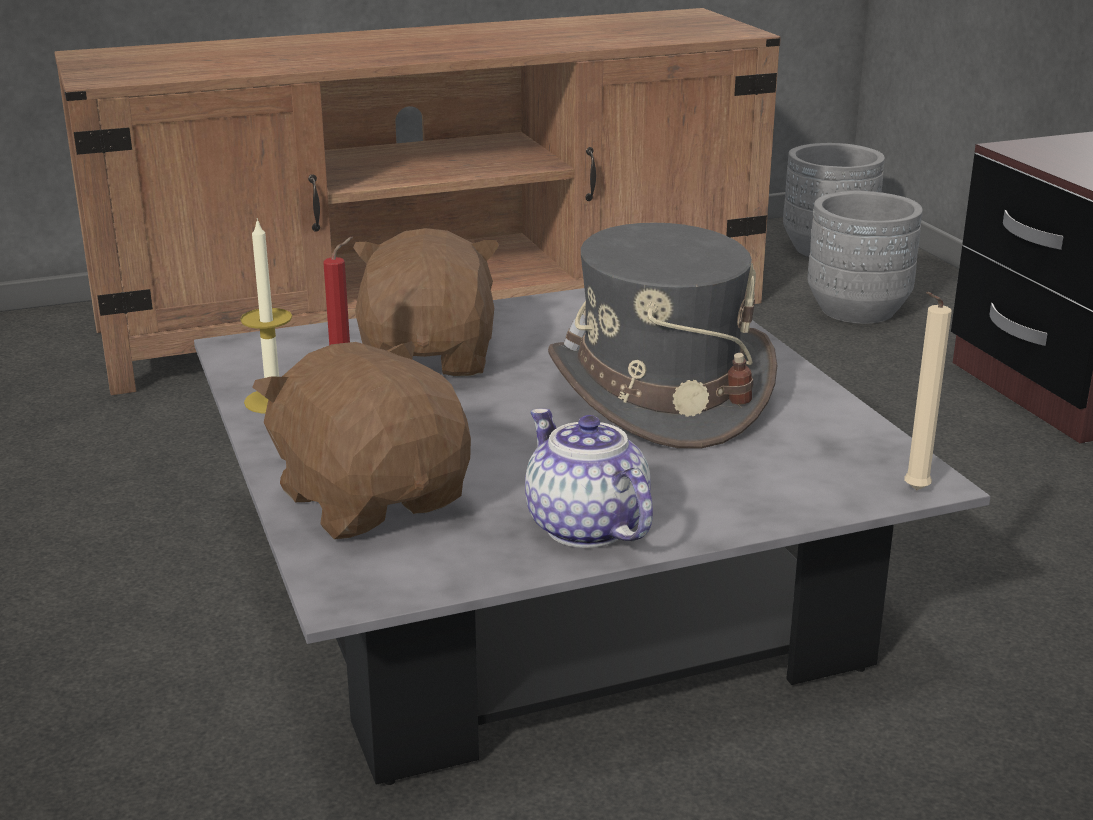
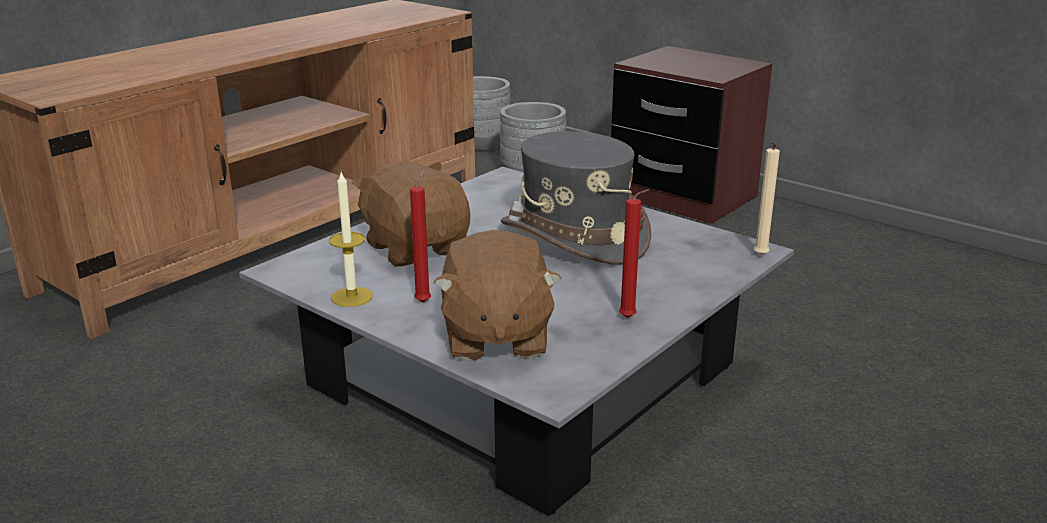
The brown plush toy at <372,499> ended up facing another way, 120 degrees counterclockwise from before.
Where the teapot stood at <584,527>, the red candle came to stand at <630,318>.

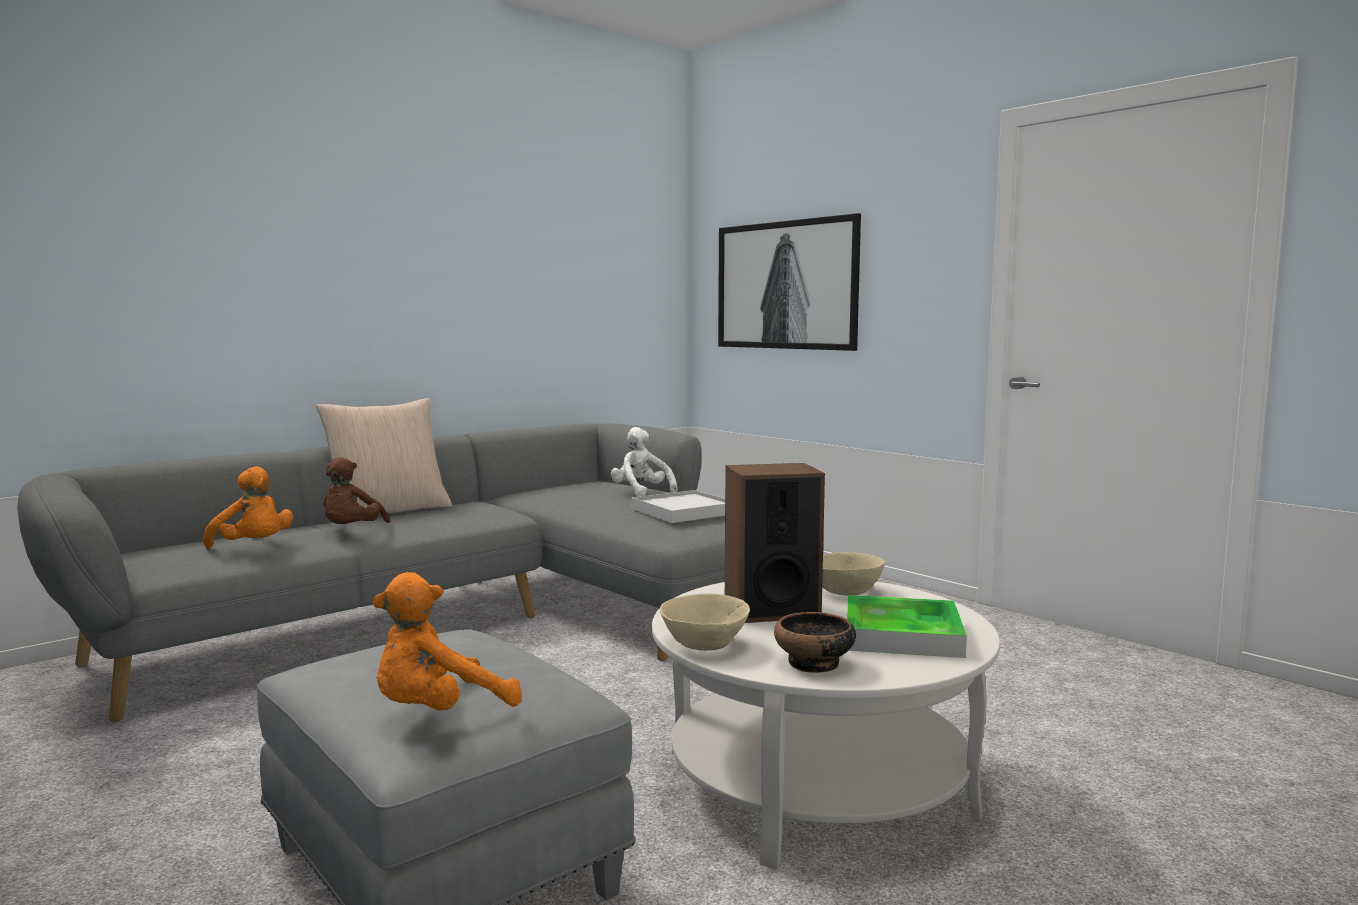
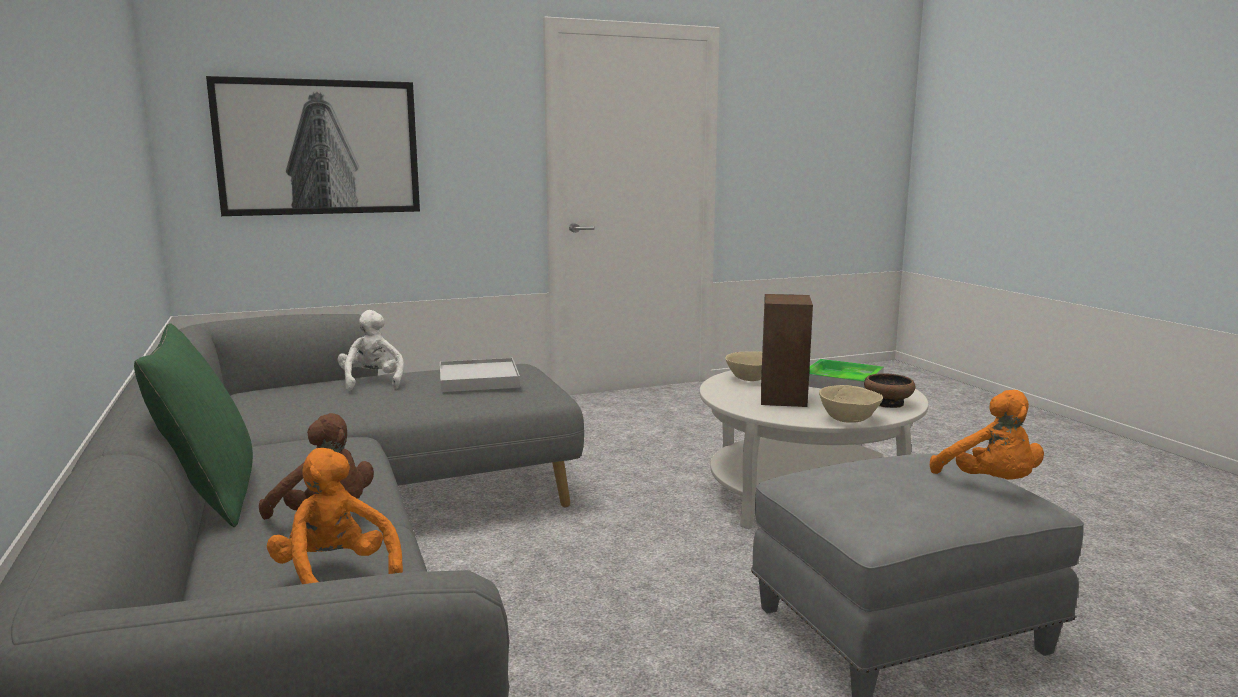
The orange plush toy at <253,547> ended up facing another way, 90 degrees counterclockwise from before.
What was the beige pillow at <388,512> turned into the green pillow at <211,496>.
The white plush toy at <641,493> ended up facing another way, 90 degrees clockwise from before.

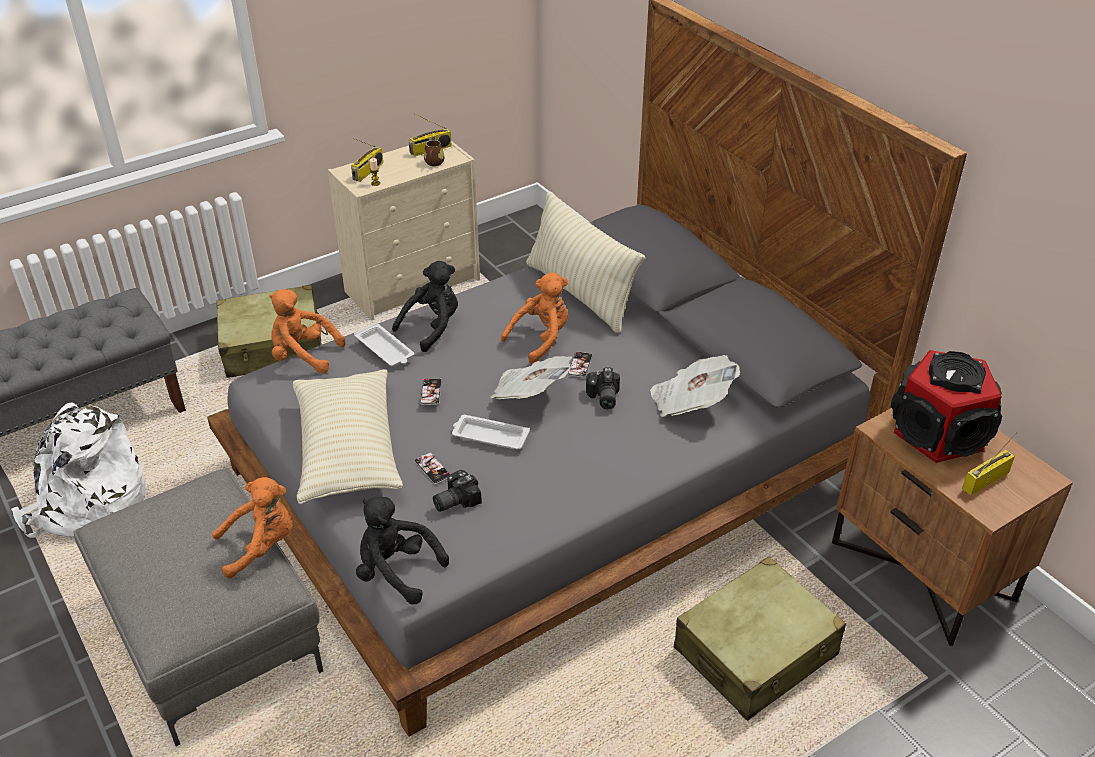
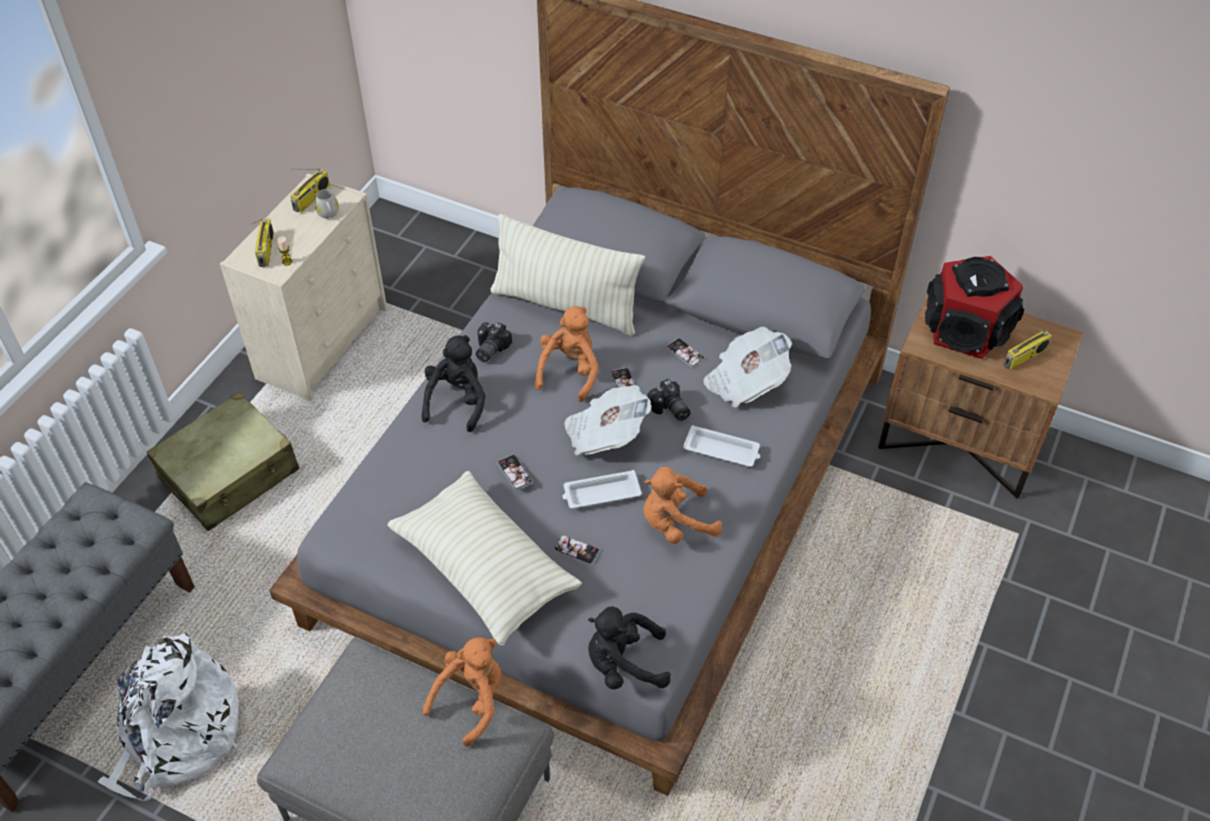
The orange plush toy ended up elsewhere, having gone from <303,355> to <675,523>.
The white tray ended up elsewhere, having gone from <385,349> to <722,450>.
What was the brown mug at <434,163> turned into the white mug at <329,214>.
The photo camera ended up elsewhere, having gone from <454,500> to <489,349>.
The second view lost the beige suitcase at <756,652>.
The radio at <985,479> ended up facing another way, 150 degrees counterclockwise from before.
The second view gained the phone at <685,353>.

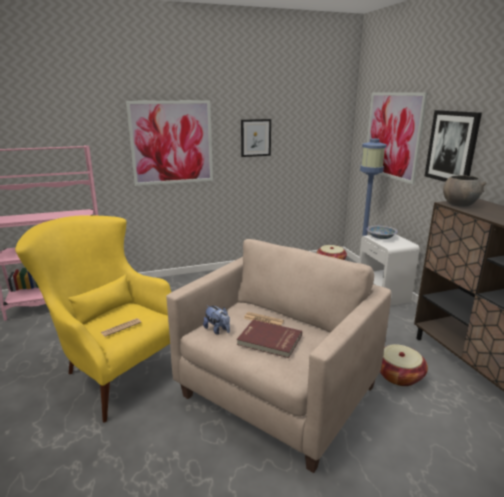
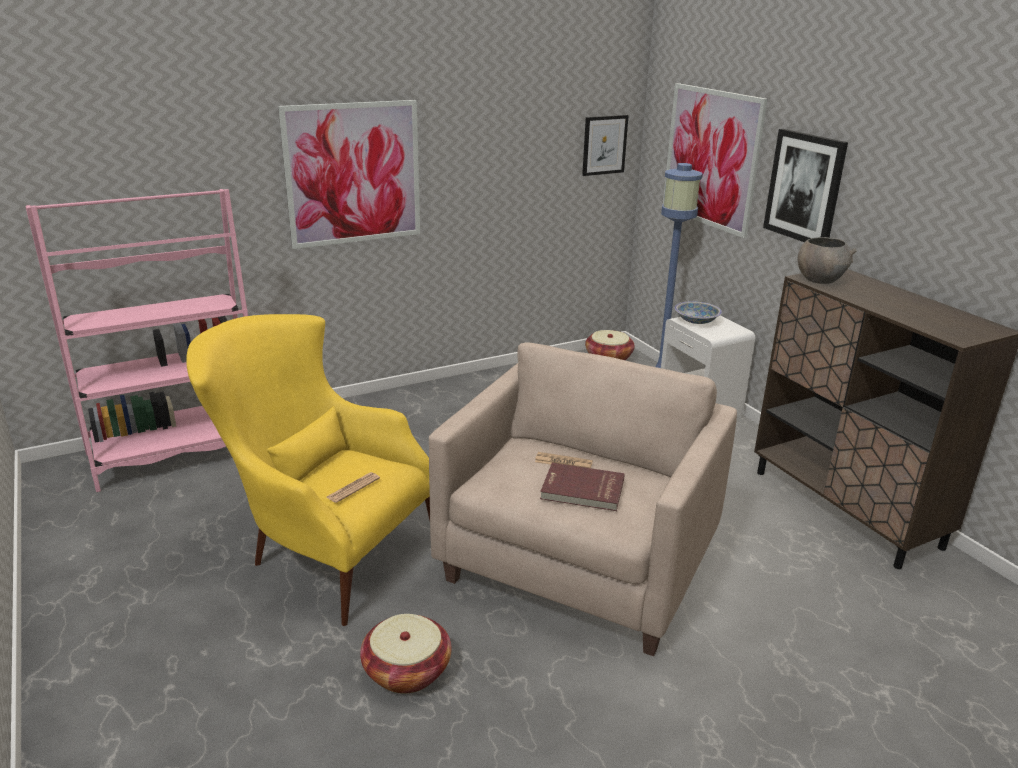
The second view lost the plush toy at <217,330>.
The picture ended up elsewhere, having gone from <255,138> to <604,145>.
The basket ended up elsewhere, having gone from <398,375> to <407,671>.

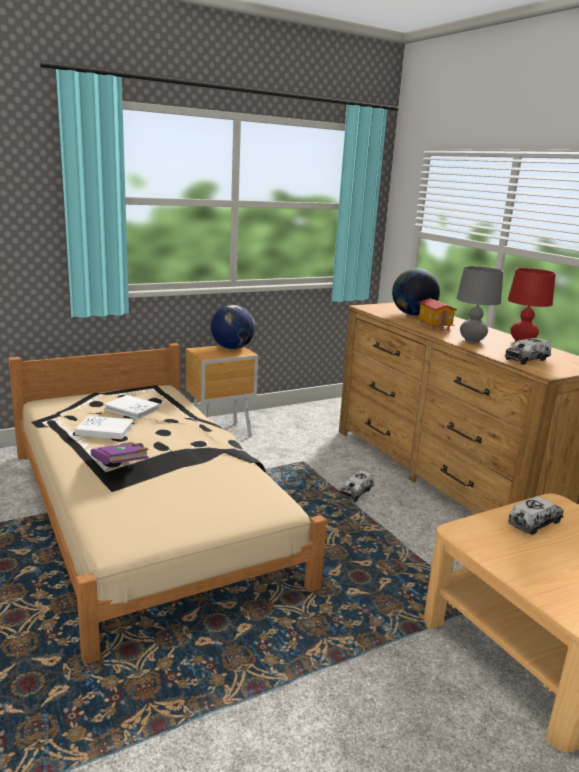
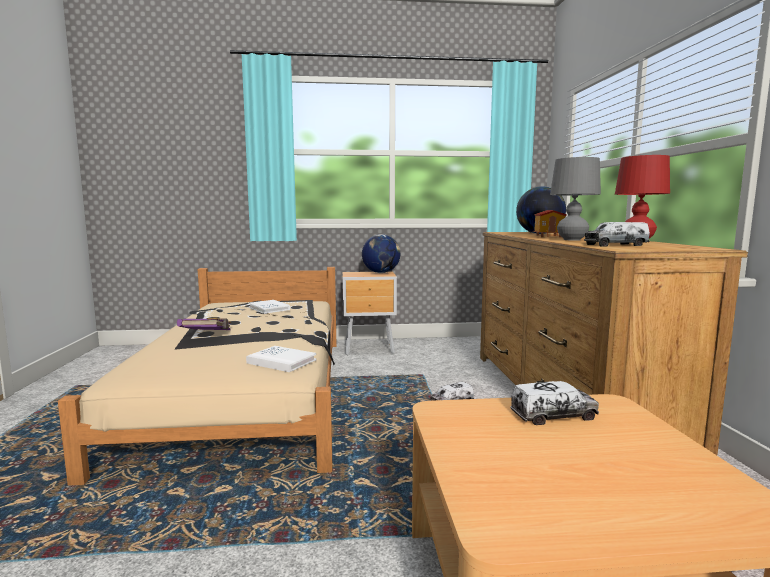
The white book ended up elsewhere, having gone from <104,430> to <281,361>.

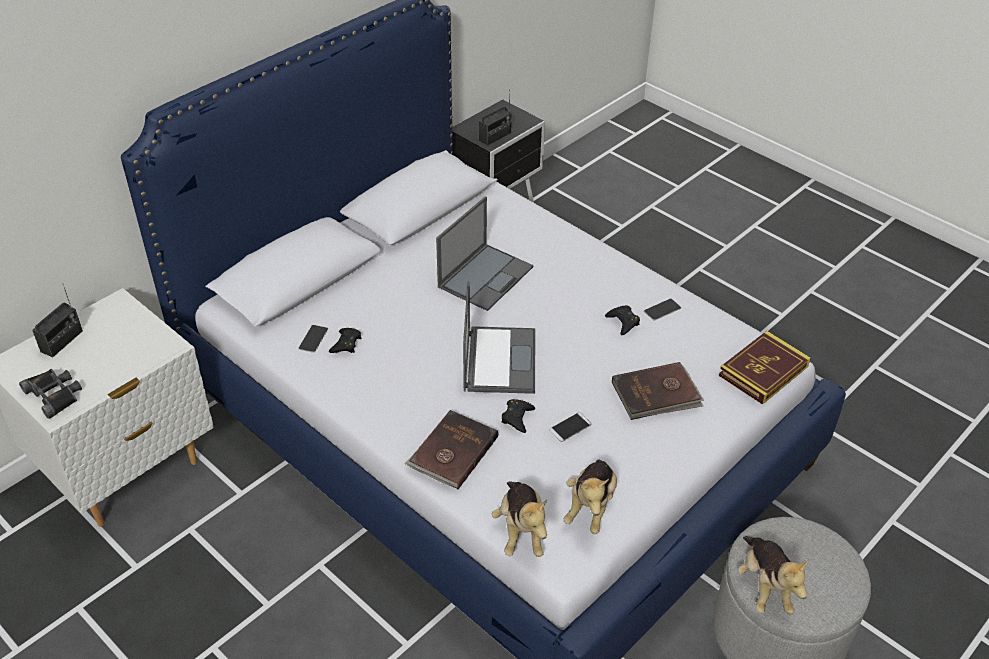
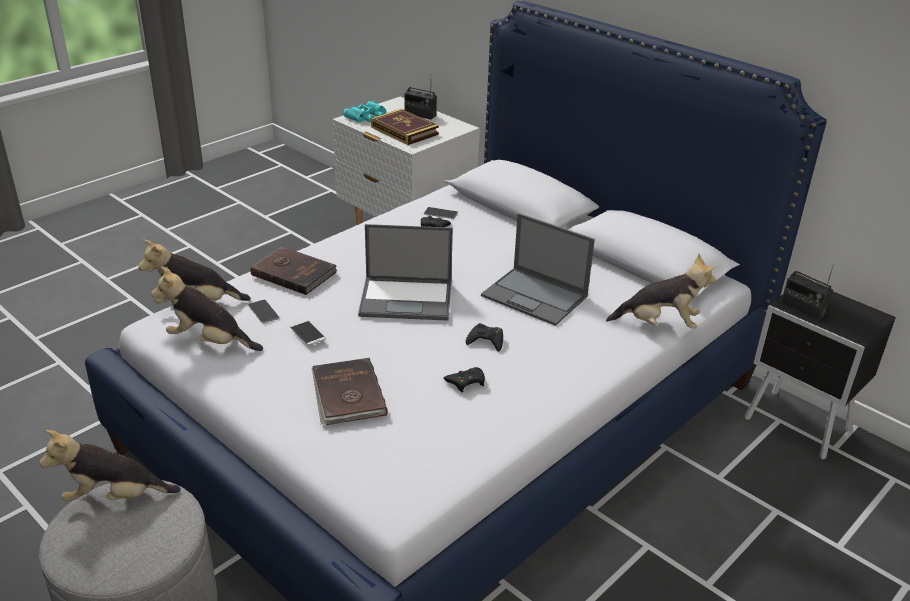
What was the black binoculars at <54,395> turned into the turquoise binoculars at <367,117>.
The black game controller ended up elsewhere, having gone from <517,418> to <486,341>.
The phone ended up elsewhere, having gone from <662,309> to <263,311>.
The book ended up elsewhere, having gone from <763,371> to <404,131>.
The second view gained the plush toy at <659,324>.

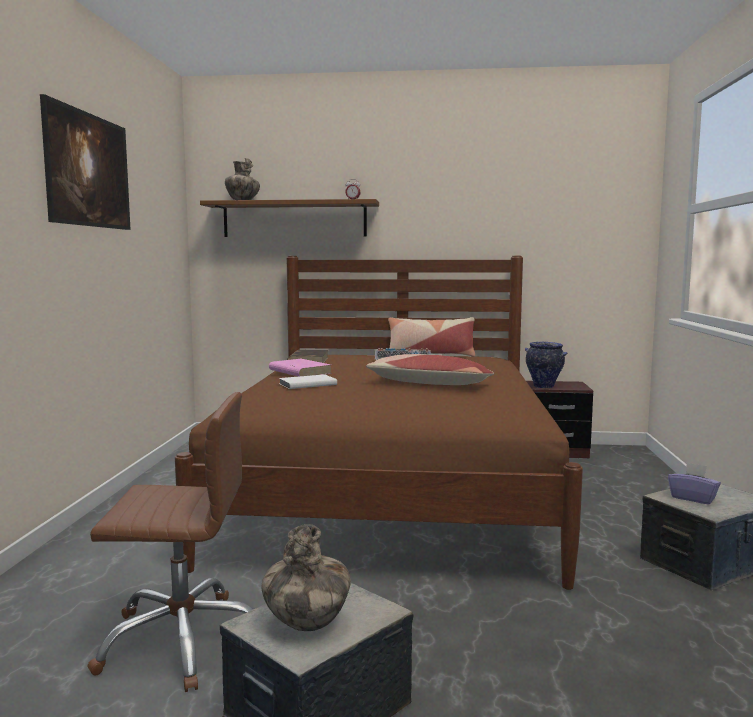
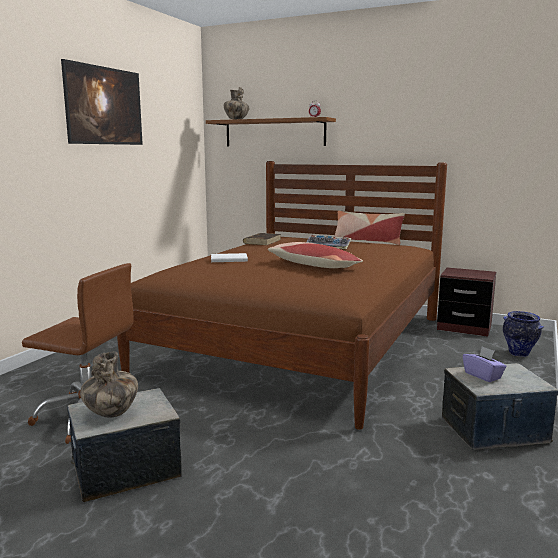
The second view lost the pink book at <299,372>.
The vase ended up elsewhere, having gone from <544,386> to <519,354>.

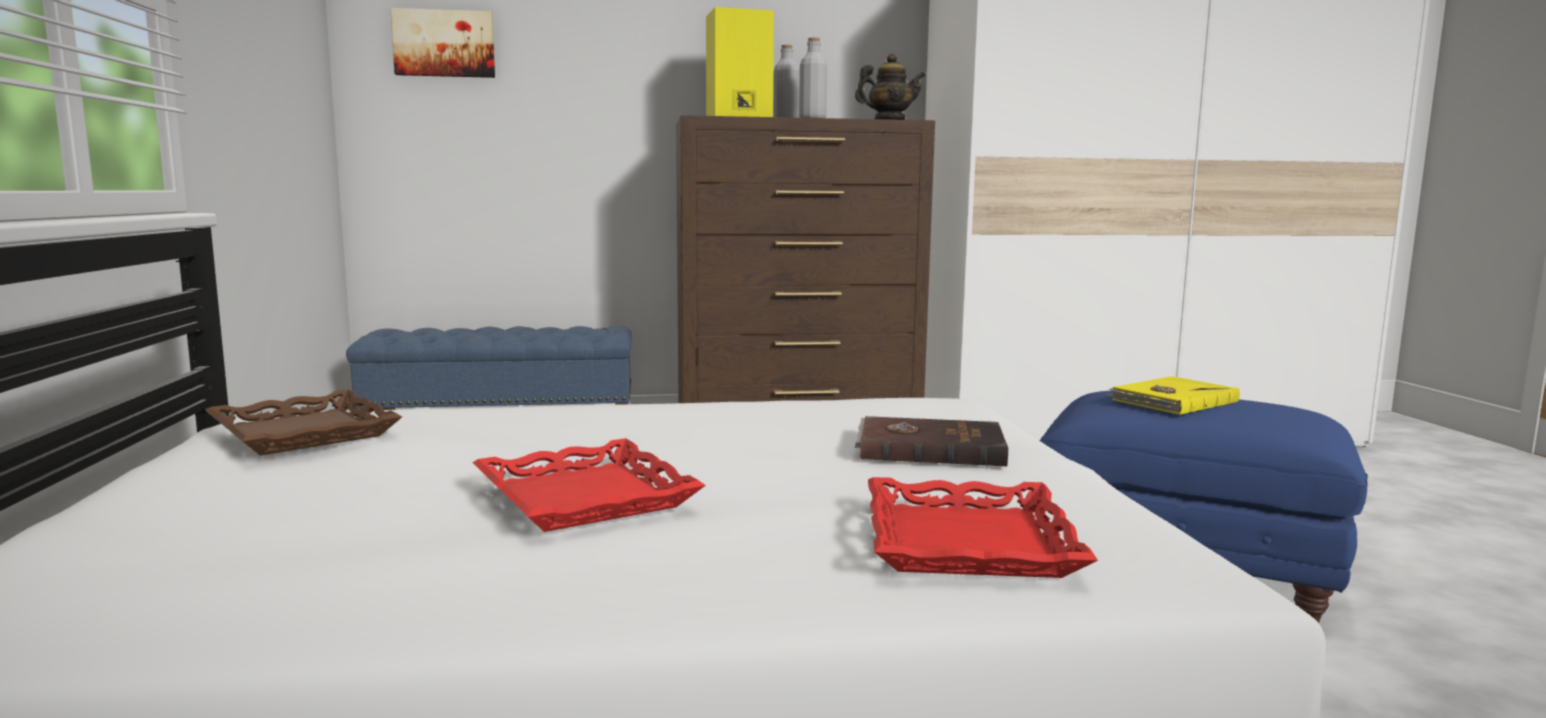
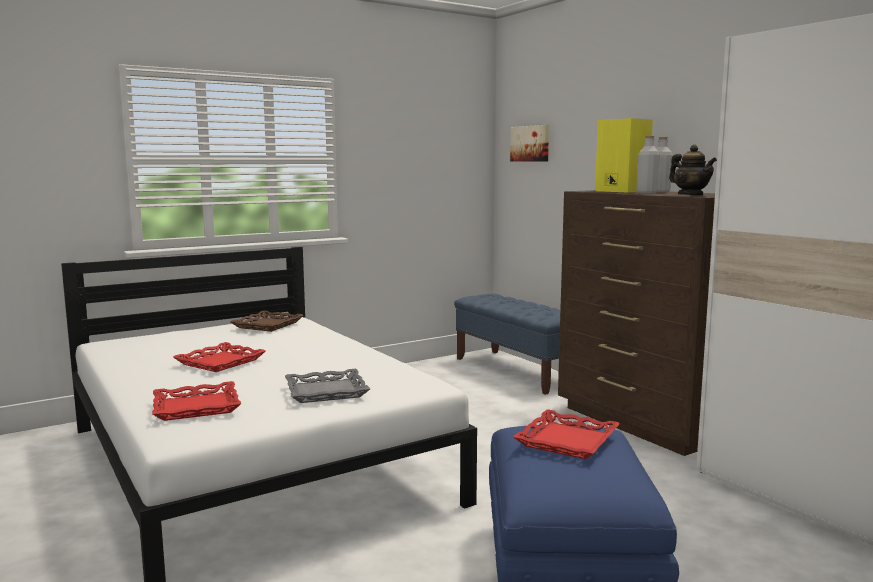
Where the brown book stood at <929,448>, the grey tray came to stand at <326,391>.
Where the yellow book stood at <1172,400>, the red tray came to stand at <566,440>.

